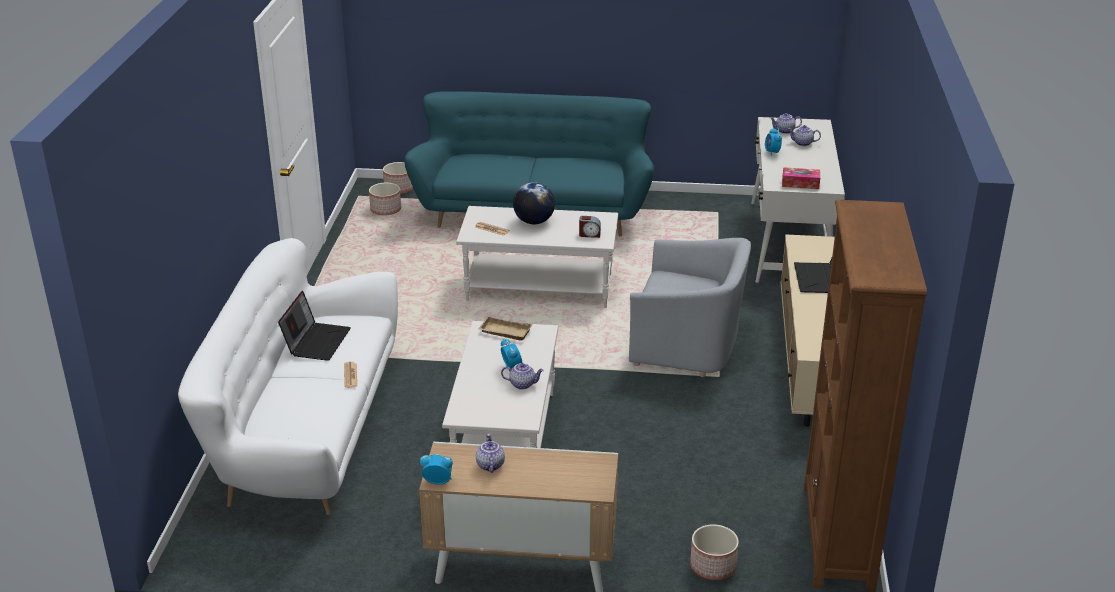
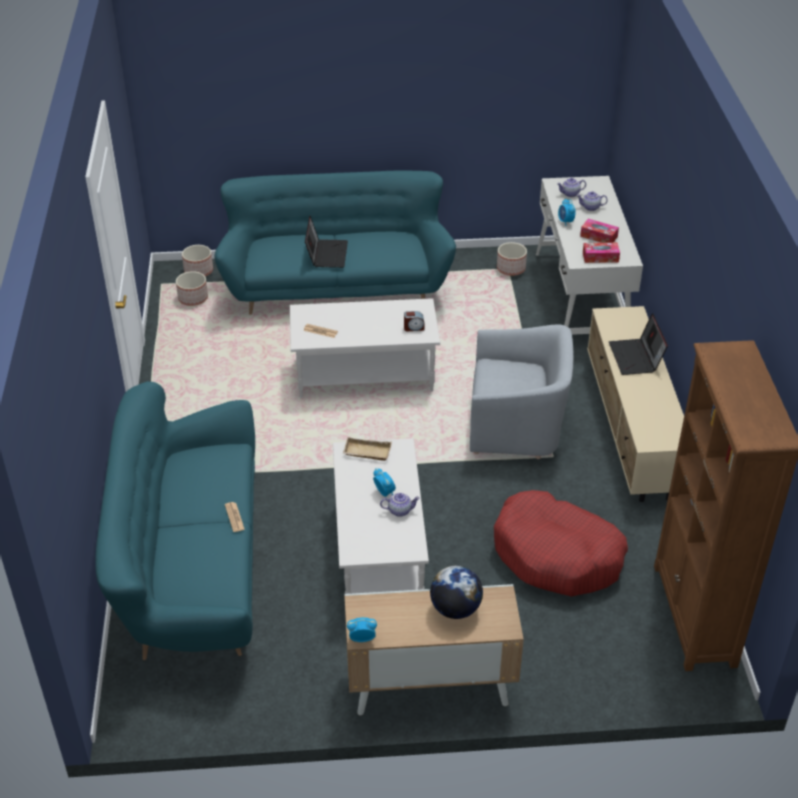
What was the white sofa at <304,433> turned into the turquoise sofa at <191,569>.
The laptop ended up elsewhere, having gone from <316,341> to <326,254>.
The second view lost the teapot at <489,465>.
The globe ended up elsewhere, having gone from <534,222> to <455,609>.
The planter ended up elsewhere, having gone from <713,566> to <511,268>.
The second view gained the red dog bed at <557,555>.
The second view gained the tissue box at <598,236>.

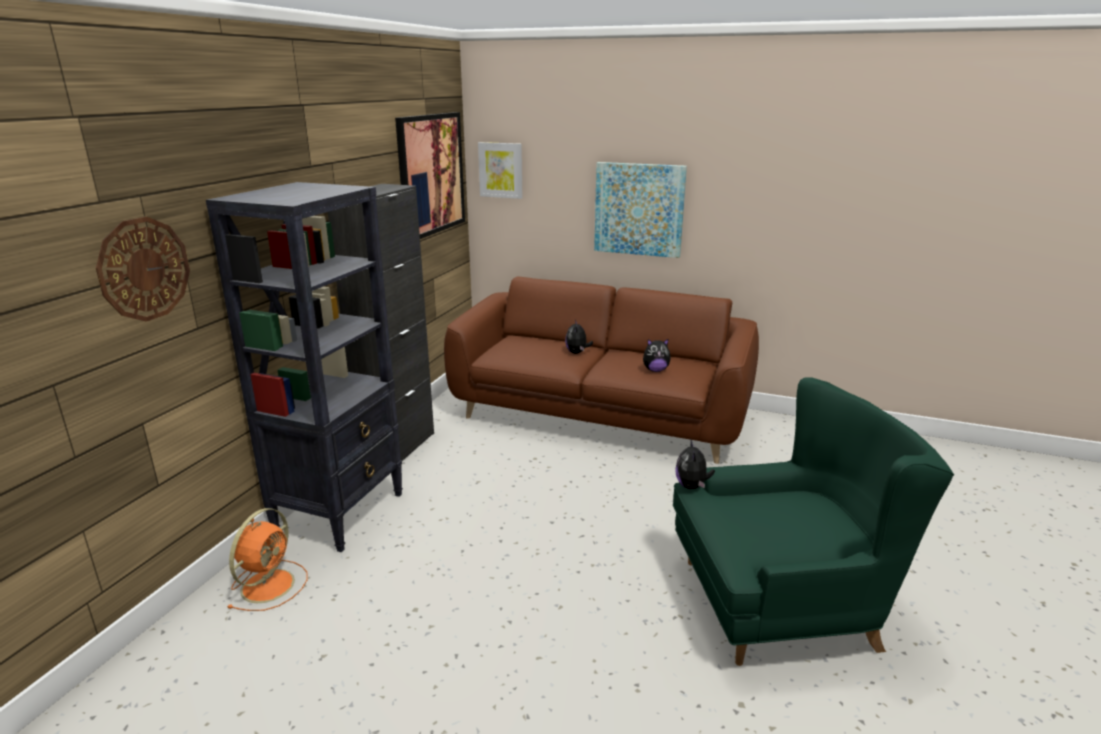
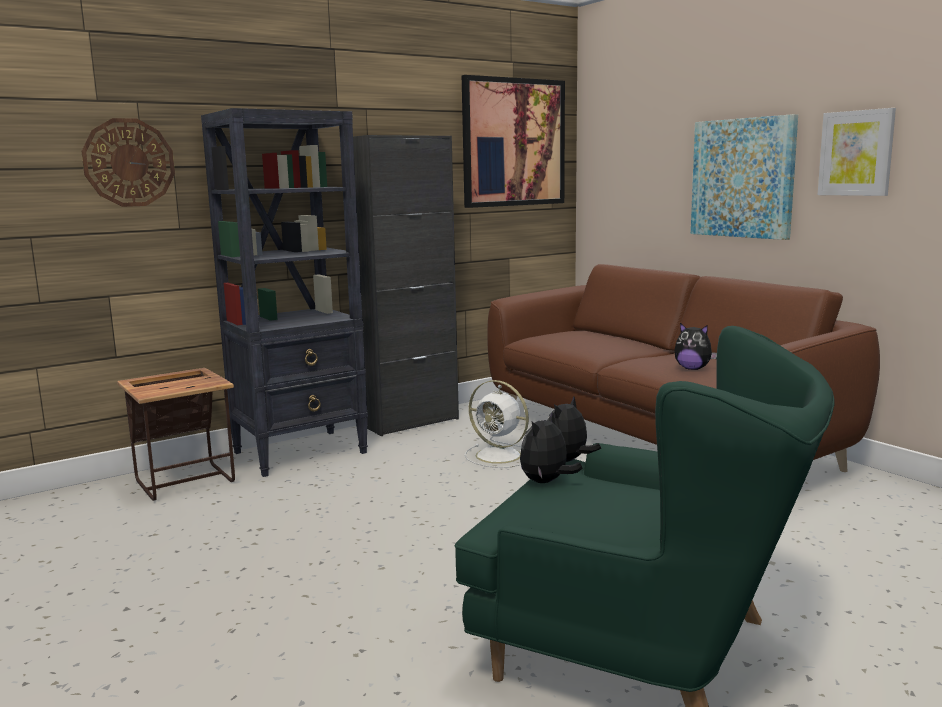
Where the orange fan stood at <269,584>, the side table came to stand at <187,481>.
The picture ended up elsewhere, having gone from <501,170> to <856,153>.
The plush toy ended up elsewhere, having gone from <577,353> to <546,482>.
The second view gained the white fan at <500,456>.

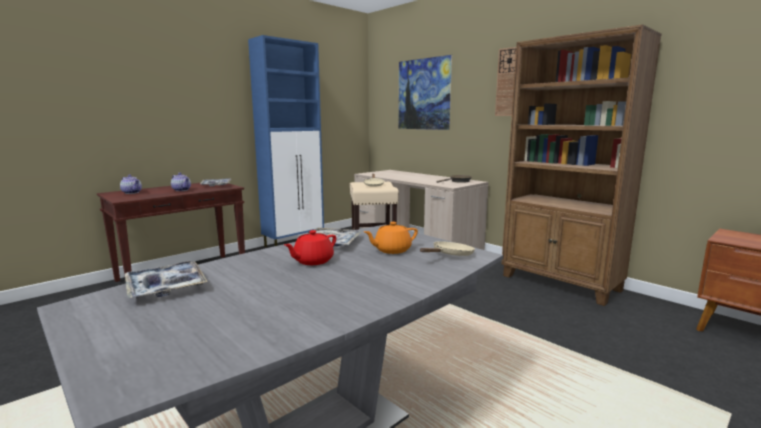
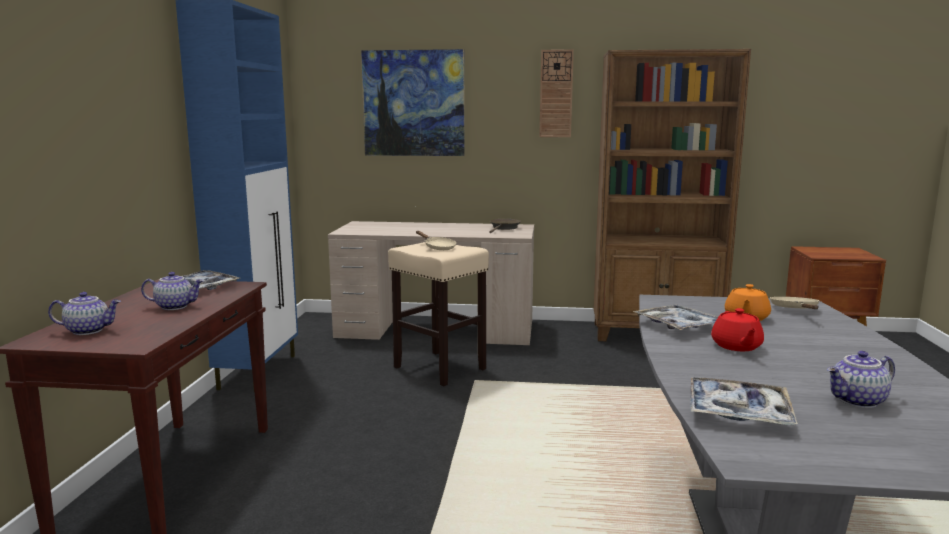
The second view gained the teapot at <858,401>.

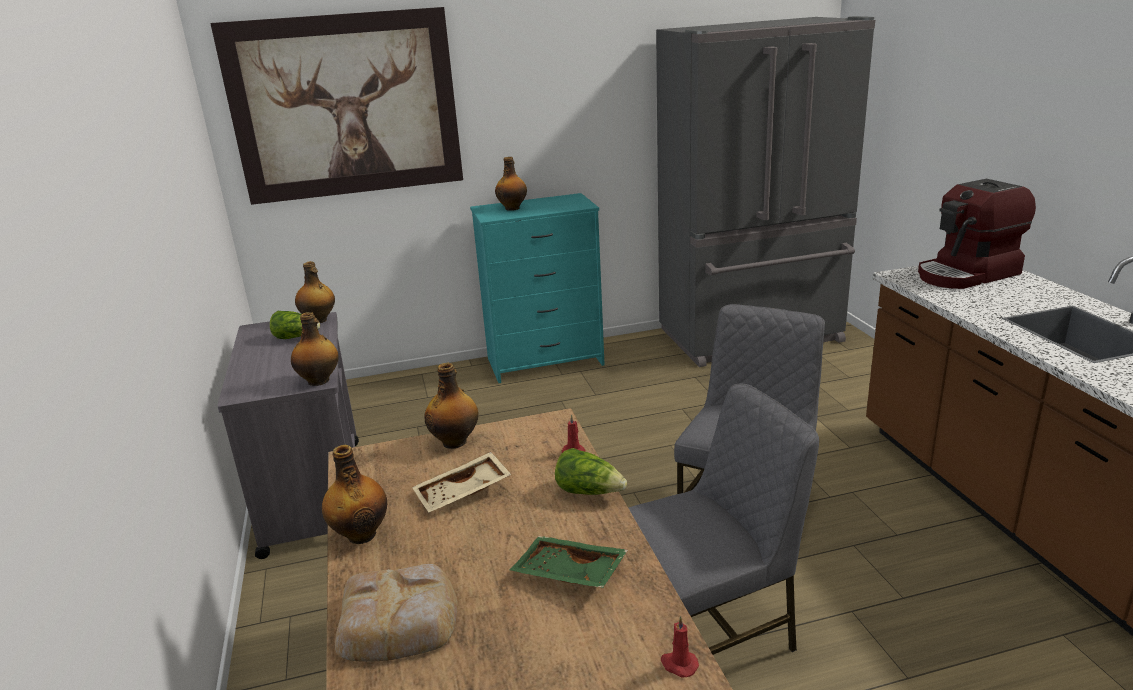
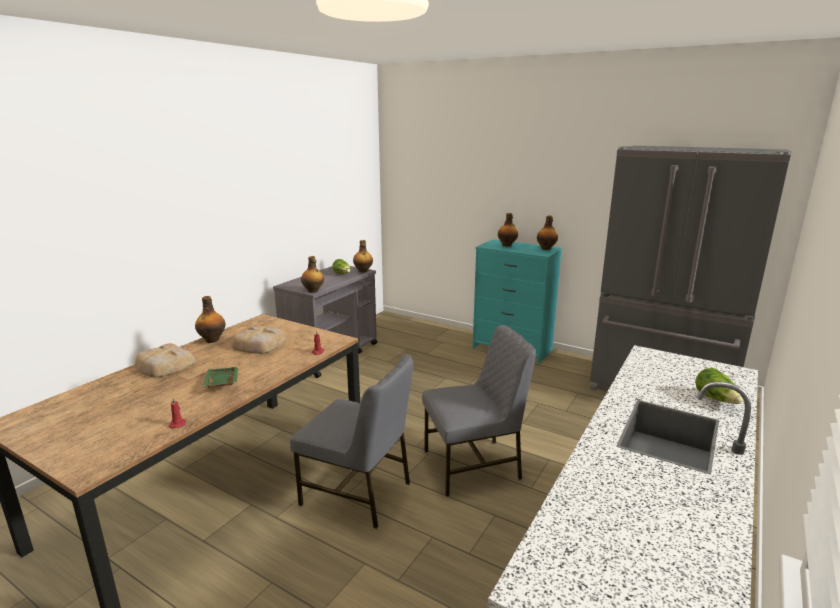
The second view lost the picture at <345,106>.
Where the beige tray stood at <463,493>, the bread came to stand at <259,344>.
The bottle ended up elsewhere, having gone from <455,441> to <546,248>.
The lettuce ended up elsewhere, having gone from <589,491> to <716,399>.
The second view lost the coffee machine at <967,274>.

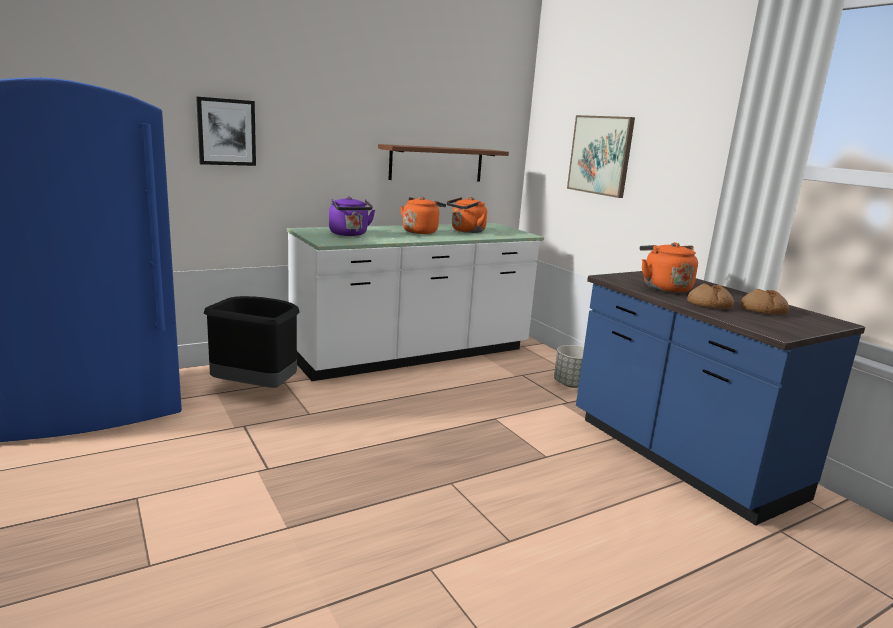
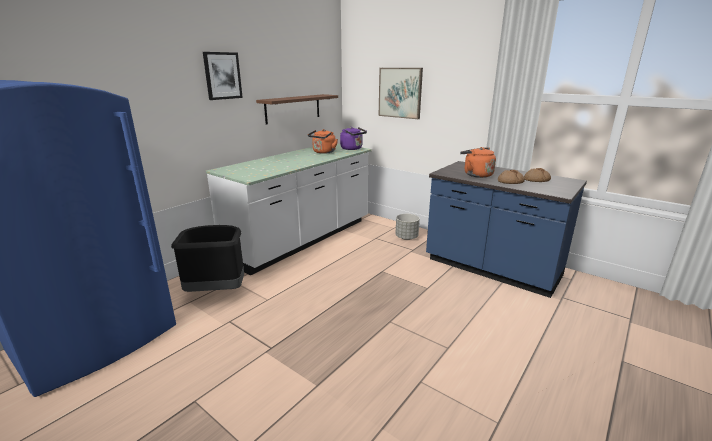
The picture ended up elsewhere, having gone from <226,132> to <222,76>.
The purple kettle ended up elsewhere, having gone from <349,234> to <352,148>.
The second view lost the orange kettle at <421,231>.

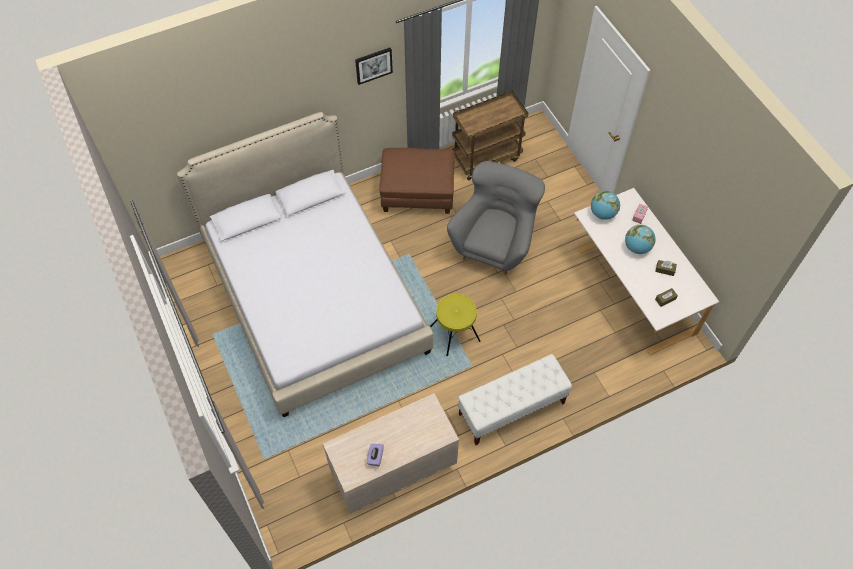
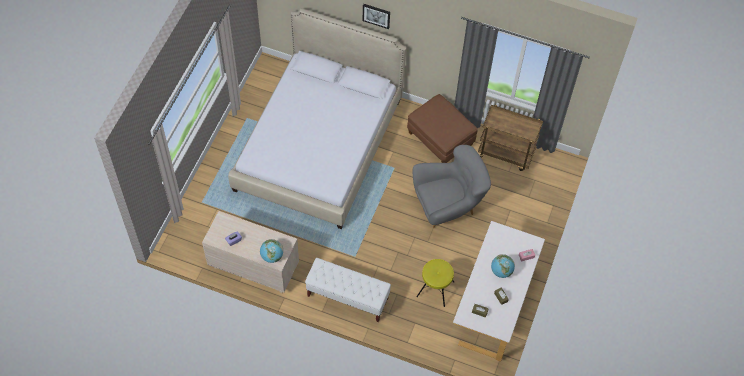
The picture ended up elsewhere, having gone from <373,65> to <376,15>.
The yellow stool ended up elsewhere, having gone from <454,333> to <435,289>.
The globe ended up elsewhere, having gone from <603,213> to <272,256>.

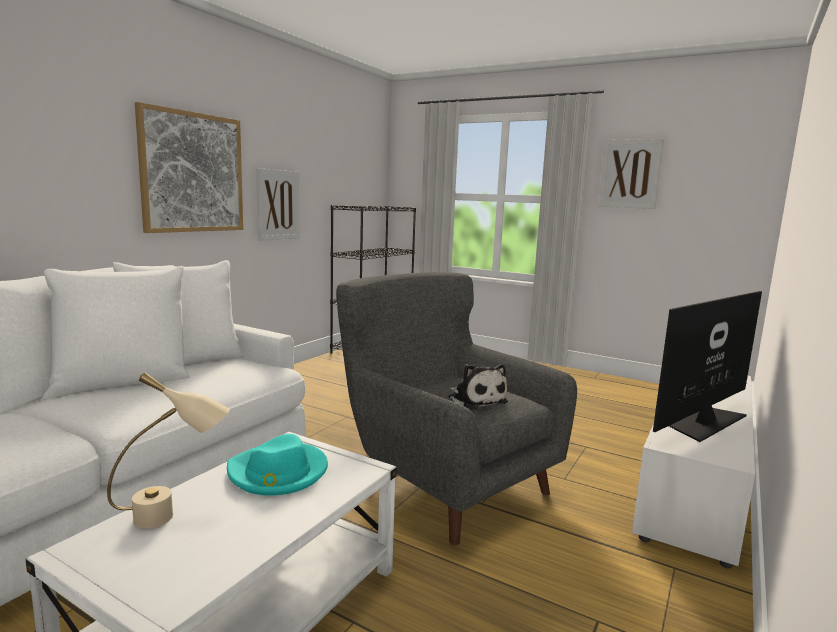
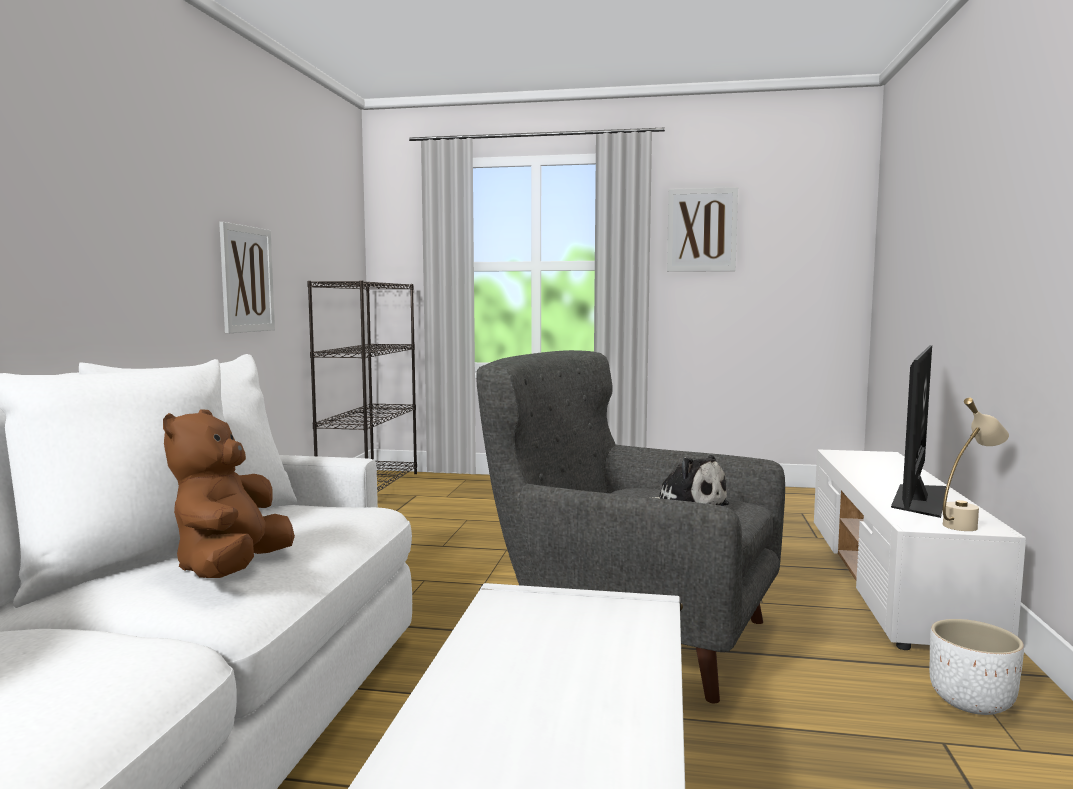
The beige table lamp ended up elsewhere, having gone from <173,516> to <967,524>.
The second view lost the picture at <193,173>.
The second view lost the turquoise hat at <278,473>.
The second view gained the brown plush toy at <232,570>.
The second view gained the white planter at <970,702>.

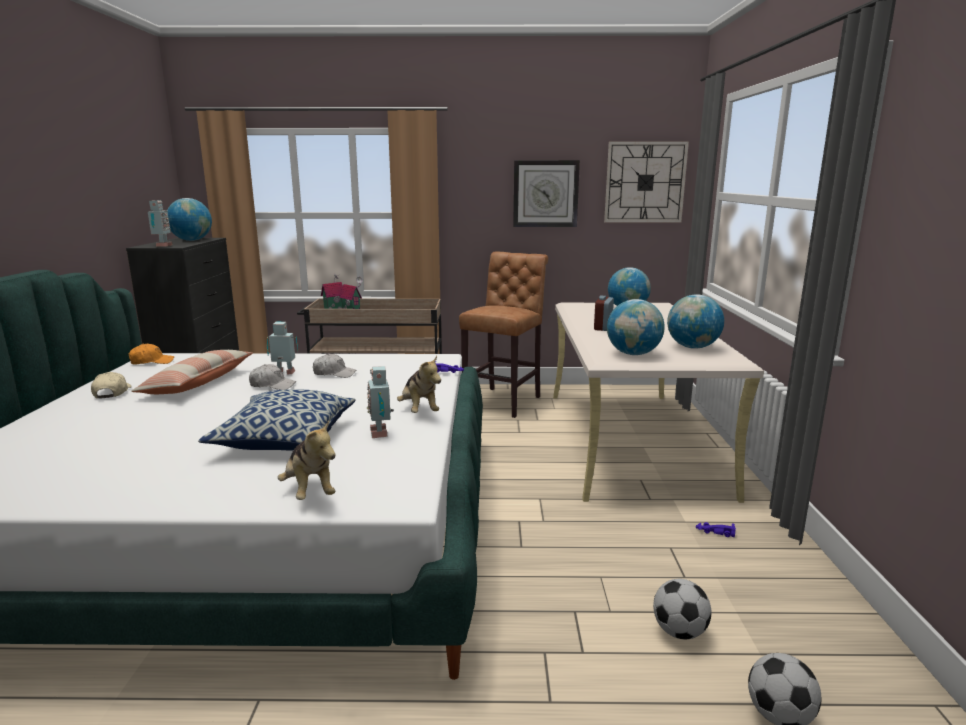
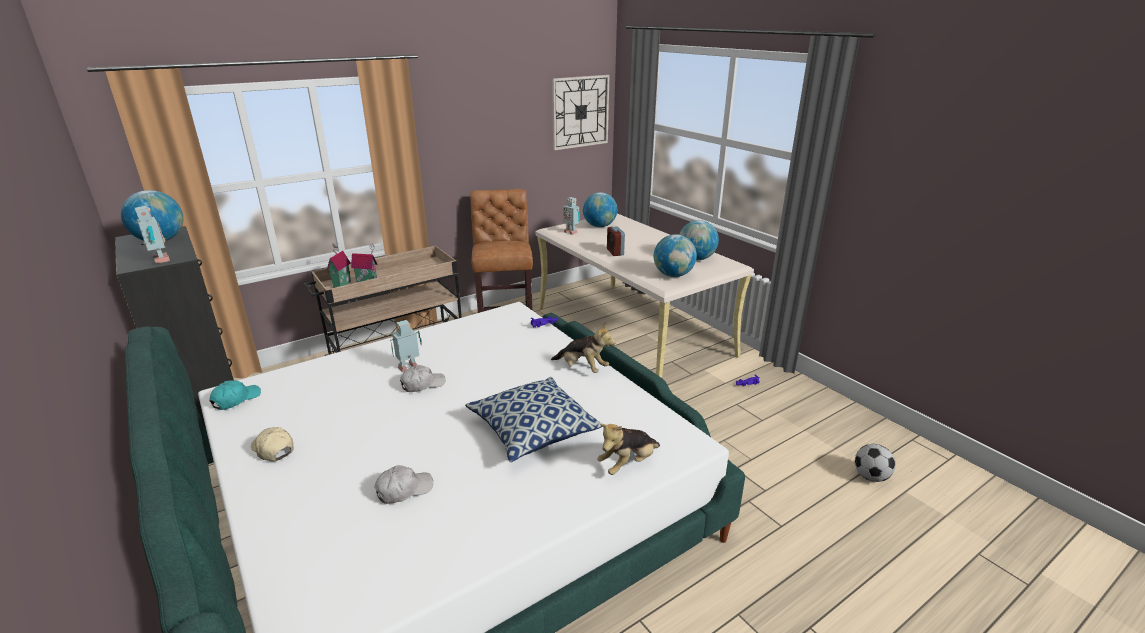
What was the orange cap at <152,362> turned into the turquoise cap at <236,399>.
The second view lost the pillow at <198,383>.
The plush toy at <309,491> ended up facing another way, 120 degrees clockwise from before.
The white cap ended up elsewhere, having gone from <334,373> to <404,490>.
The toy robot ended up elsewhere, having gone from <381,433> to <571,232>.
The second view lost the wall clock at <545,194>.
The second view lost the football at <679,632>.

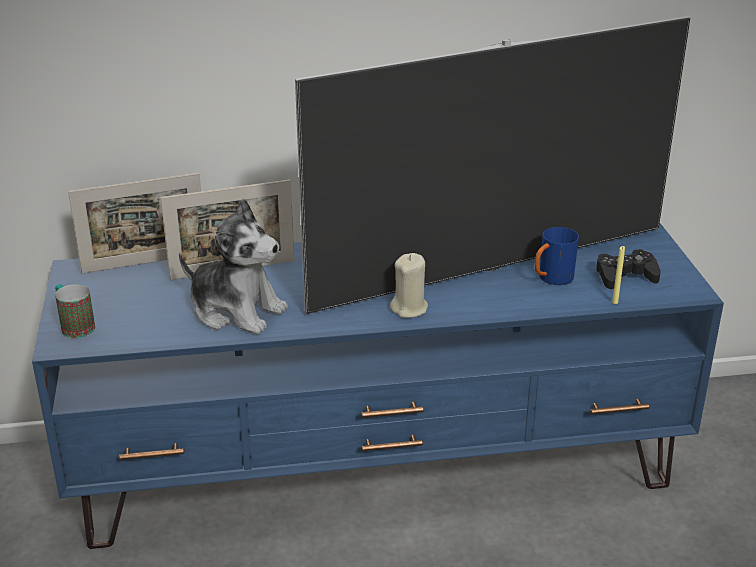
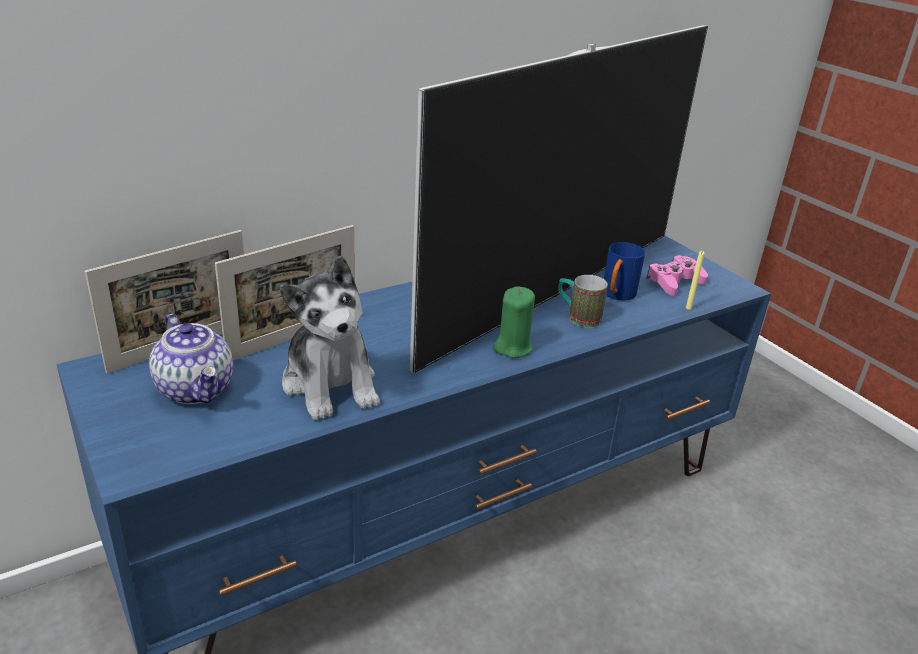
The mug ended up elsewhere, having gone from <74,326> to <577,317>.
The plush toy at <236,310> ended up facing another way, 60 degrees clockwise from before.
What was the beige candle at <409,308> turned into the green candle at <512,347>.
What was the black game controller at <625,276> turned into the pink game controller at <674,282>.
The second view gained the teapot at <196,389>.

